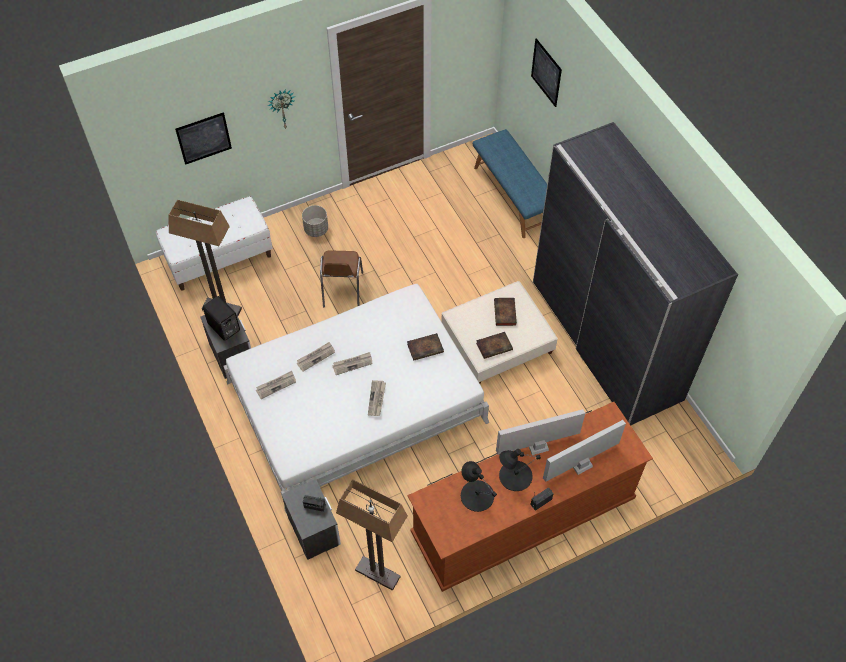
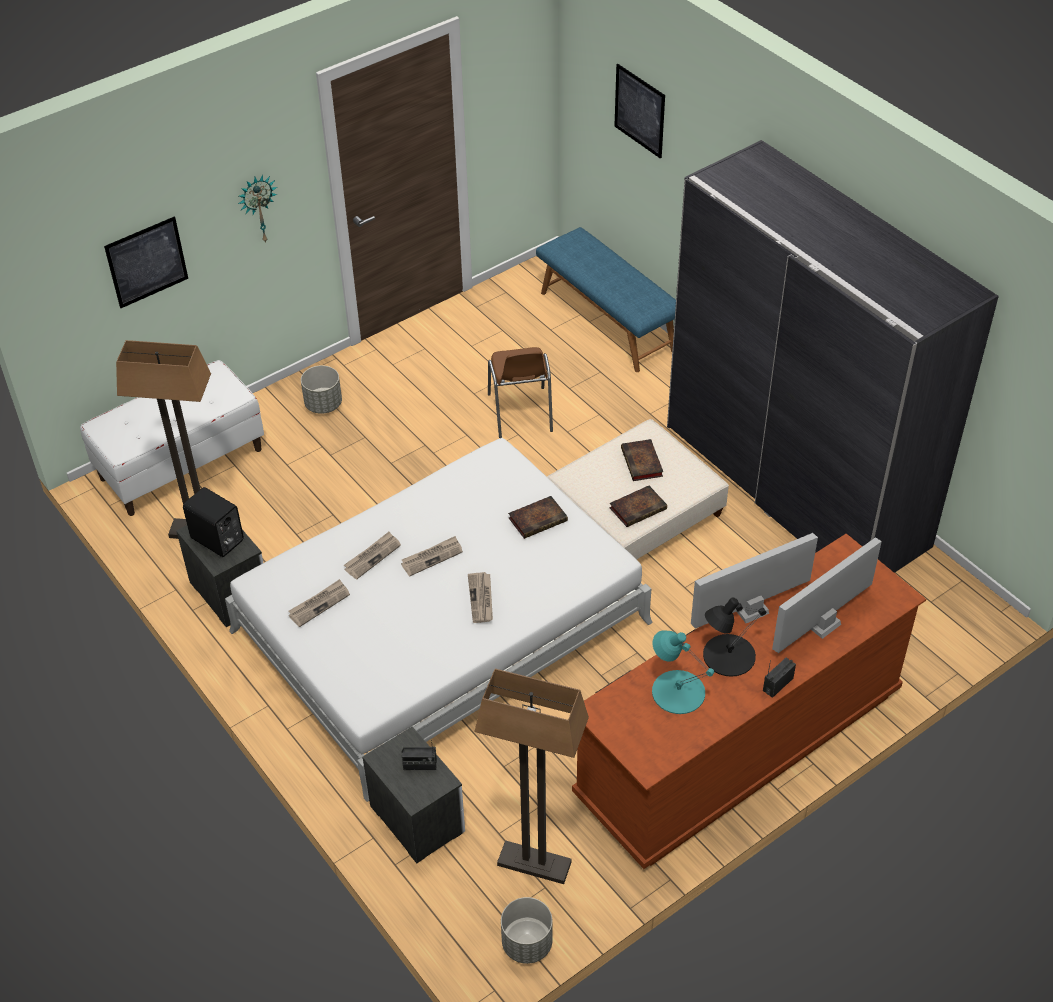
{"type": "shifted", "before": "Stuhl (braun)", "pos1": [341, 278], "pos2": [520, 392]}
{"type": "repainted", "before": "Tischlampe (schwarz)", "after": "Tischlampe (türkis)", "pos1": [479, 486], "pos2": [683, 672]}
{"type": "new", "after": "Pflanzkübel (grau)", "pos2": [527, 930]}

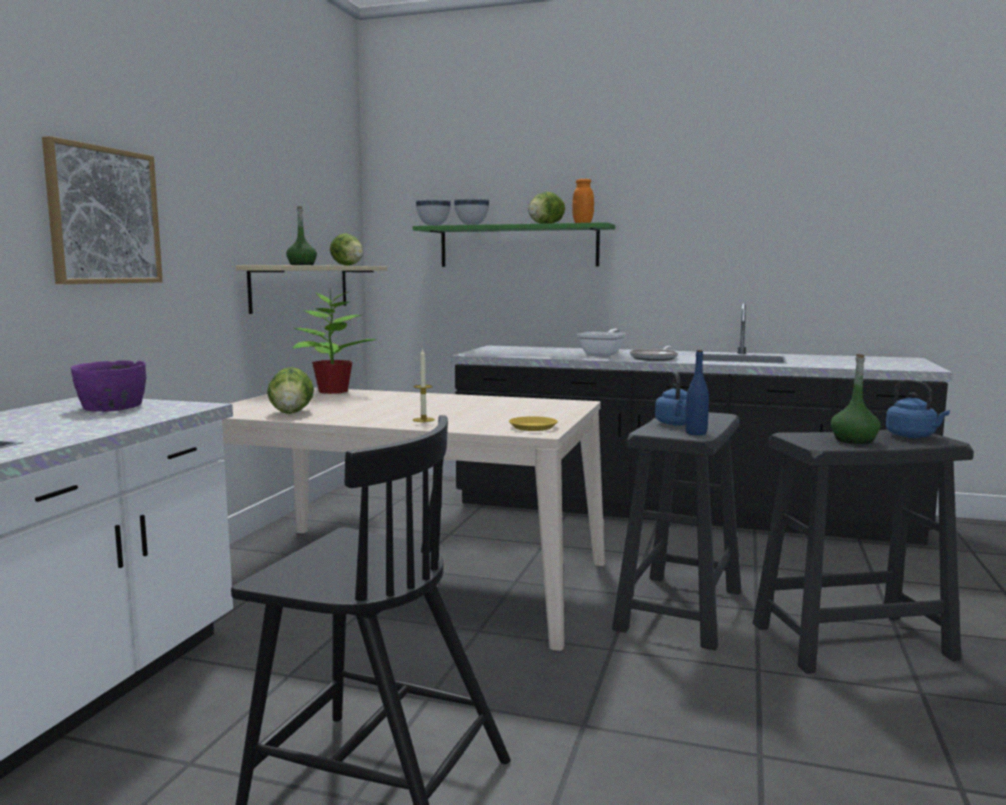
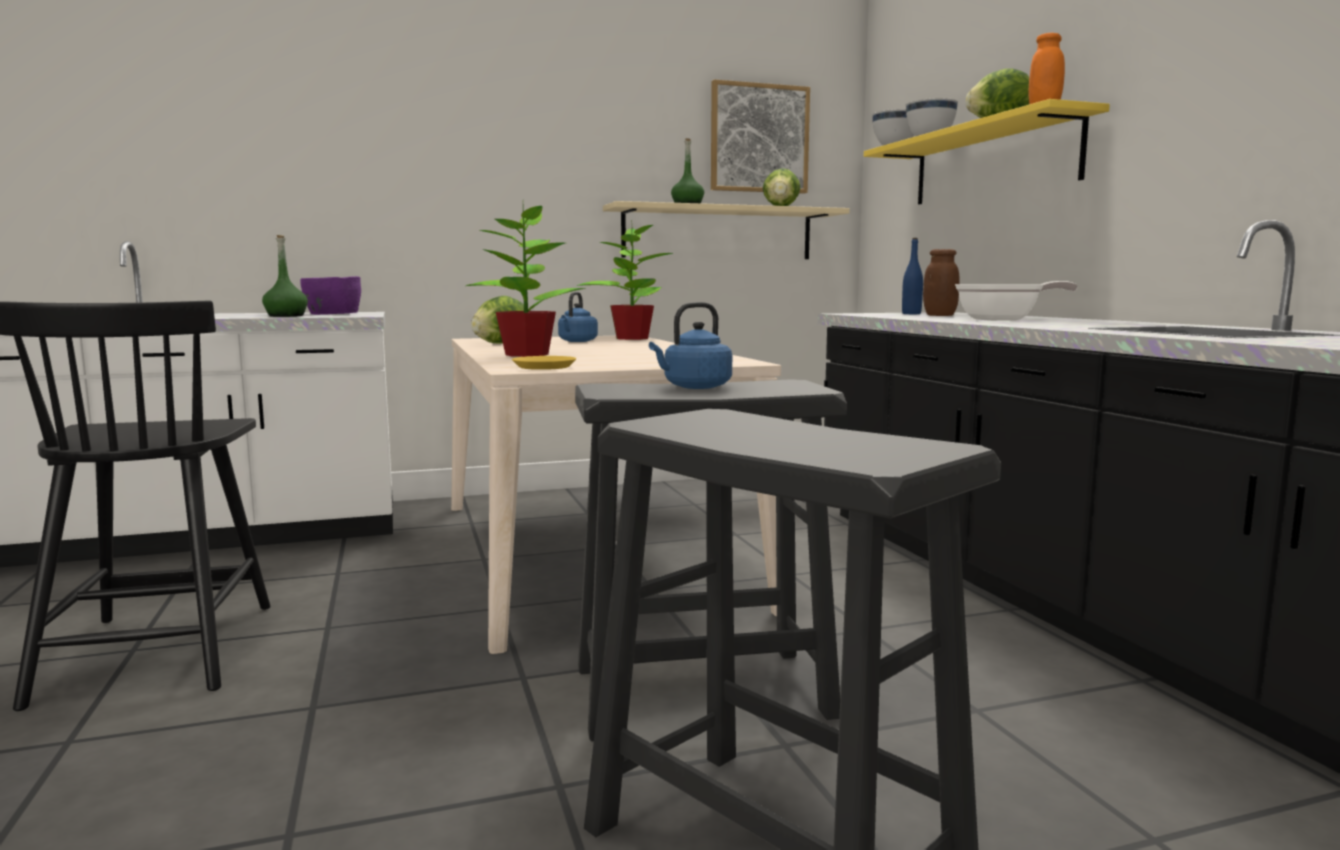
{"type": "shifted", "before": "Bild", "pos1": [102, 210], "pos2": [760, 136]}
{"type": "repainted", "before": "Wandregal (grün)", "after": "Wandregal (gelb)", "pos1": [514, 244], "pos2": [987, 151]}
{"type": "gone", "before": "Pfanne", "pos1": [654, 353]}
{"type": "swapped", "before": "Kerze", "after": "Topfpflanze", "pos1": [424, 385], "pos2": [525, 281]}
{"type": "shifted", "before": "Flasche (blau)", "pos1": [697, 392], "pos2": [912, 276]}
{"type": "shifted", "before": "Flasche (grün)", "pos1": [856, 399], "pos2": [285, 276]}
{"type": "shifted", "before": "Wasserkessel (blau)", "pos1": [918, 409], "pos2": [578, 317]}
{"type": "new", "after": "Vorratsglas (braun)", "pos2": [941, 282]}

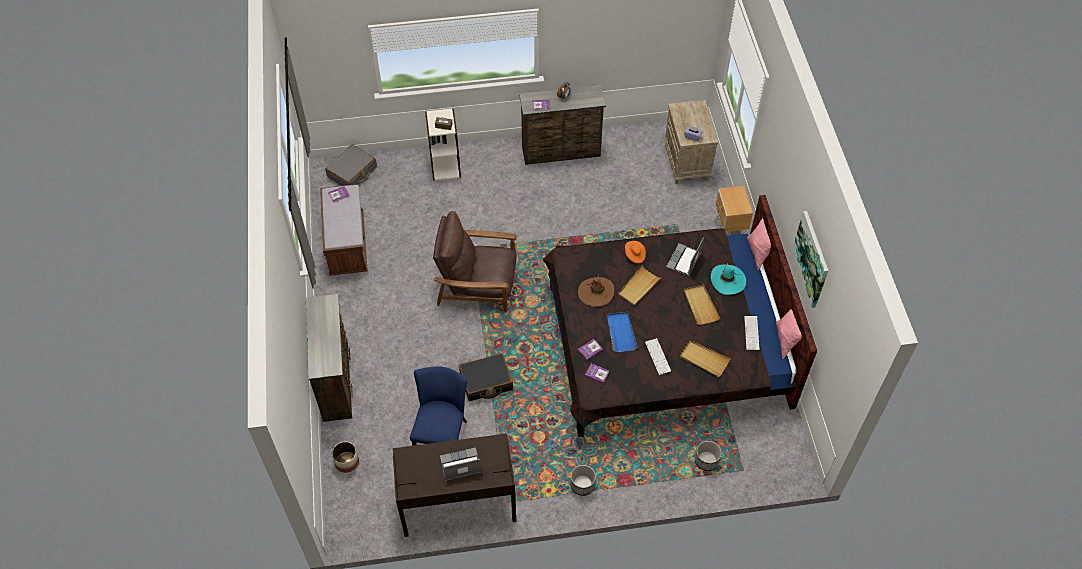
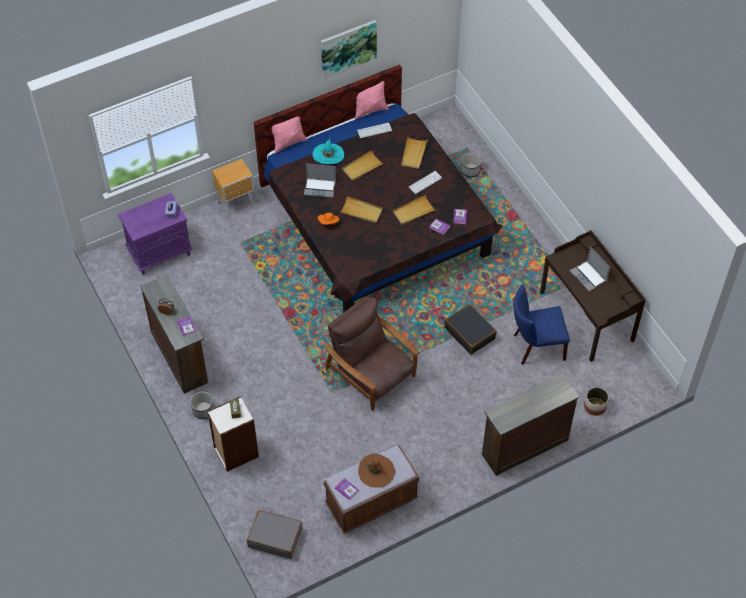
{"type": "repainted", "before": "Nachttisch (beige)", "after": "Nachttisch (lila)", "pos1": [690, 142], "pos2": [155, 234]}
{"type": "rotated", "before": "Sessel (braun)", "pos1": [475, 261], "pos2": [372, 354], "turn": 150}
{"type": "shifted", "before": "Hut (braun)", "pos1": [596, 291], "pos2": [376, 471]}
{"type": "repainted", "before": "Tablett (blau)", "after": "Tablett (beige)", "pos1": [622, 332], "pos2": [414, 210]}
{"type": "shifted", "before": "Pflanzkübel", "pos1": [583, 480], "pos2": [203, 405]}

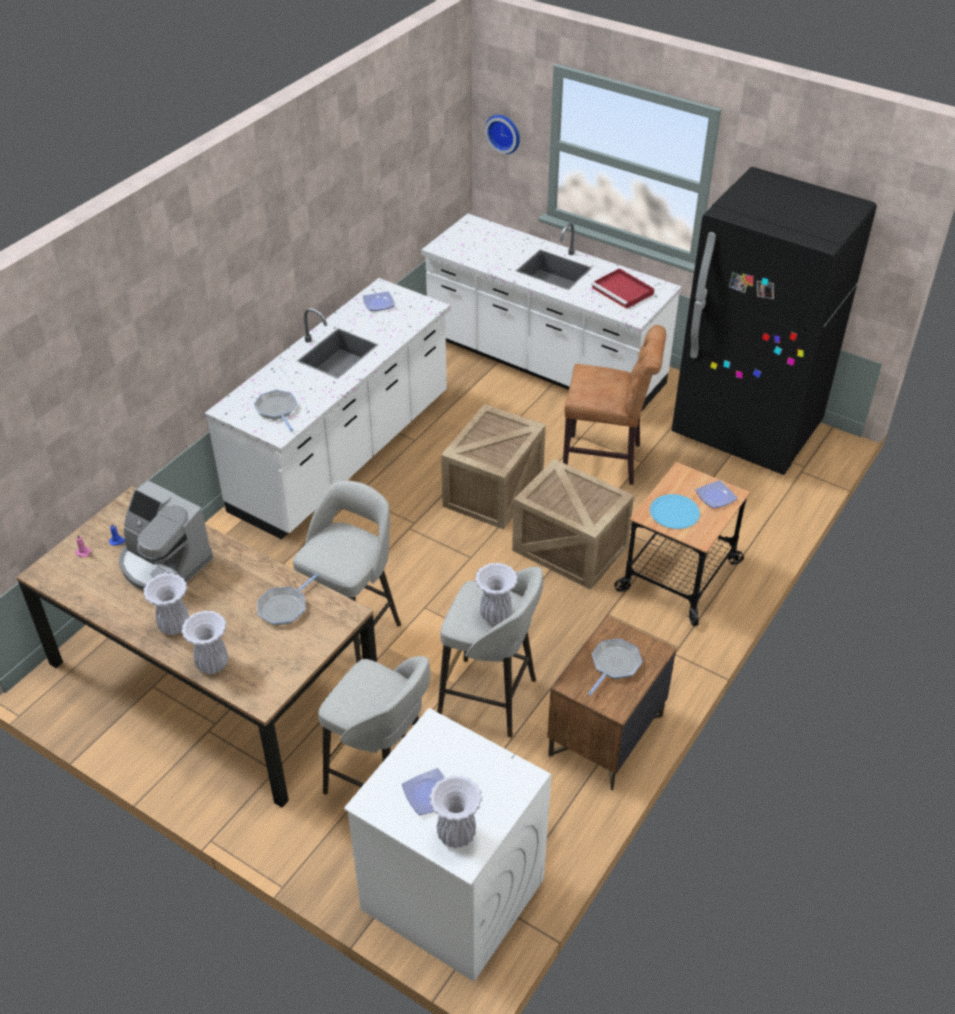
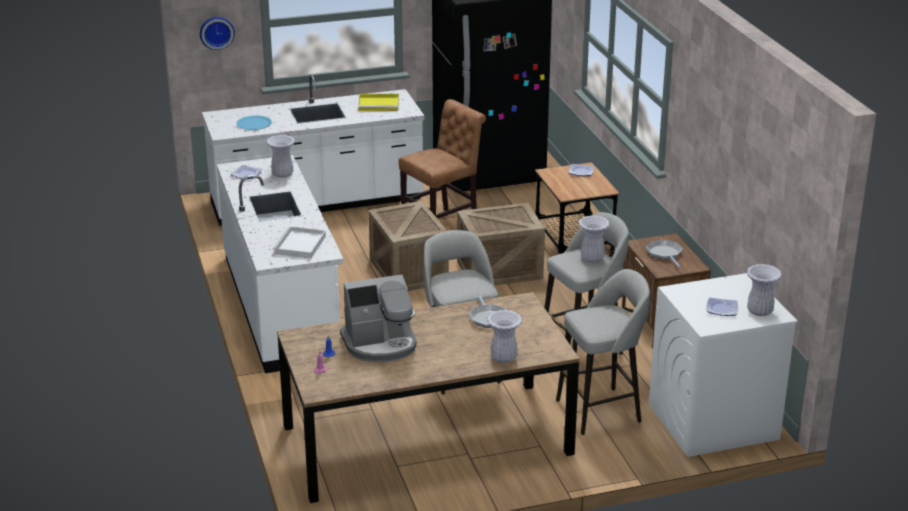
{"type": "repainted", "before": "Tablett (rot)", "after": "Tablett (gelb)", "pos1": [622, 288], "pos2": [378, 102]}
{"type": "swapped", "before": "Pfanne", "after": "Tablett (weiß)", "pos1": [275, 411], "pos2": [299, 243]}
{"type": "shifted", "before": "Teller (blau)", "pos1": [675, 511], "pos2": [254, 122]}
{"type": "shifted", "before": "Vase (weiß)", "pos1": [166, 604], "pos2": [280, 156]}

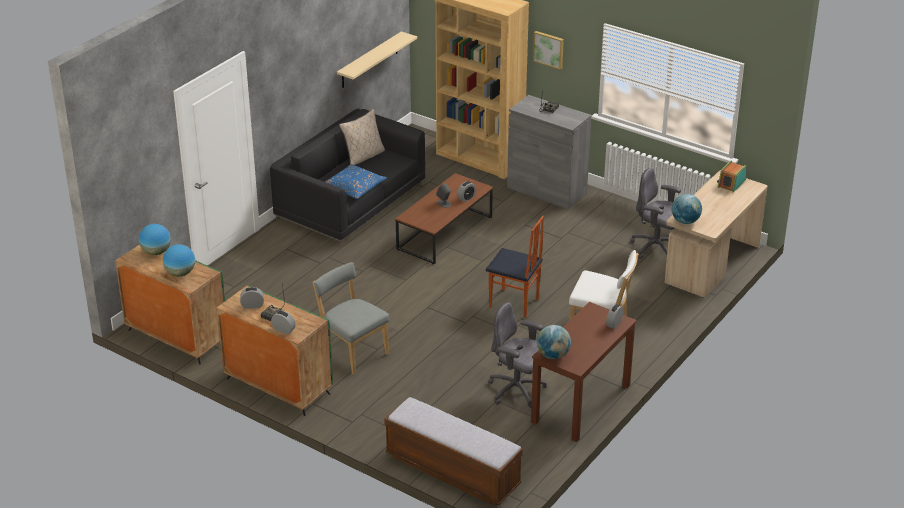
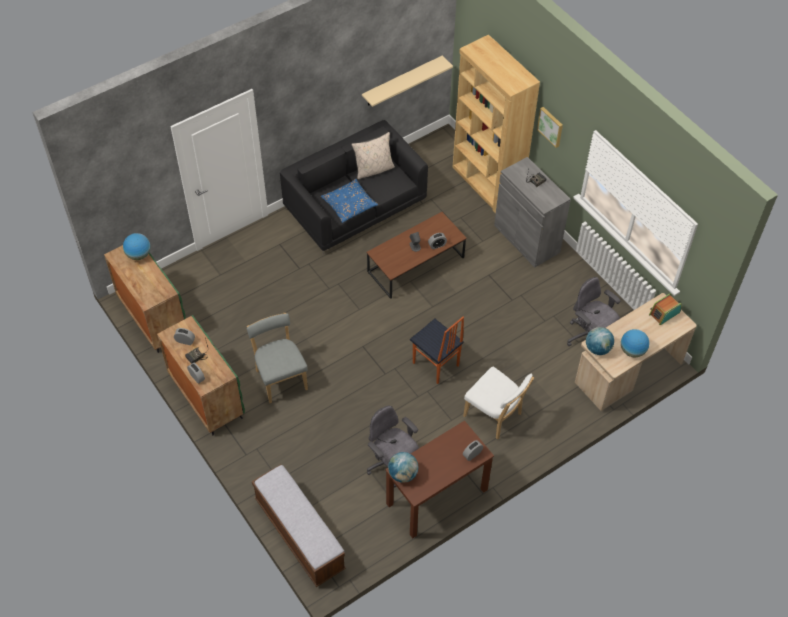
{"type": "shifted", "before": "Globus", "pos1": [179, 260], "pos2": [635, 343]}

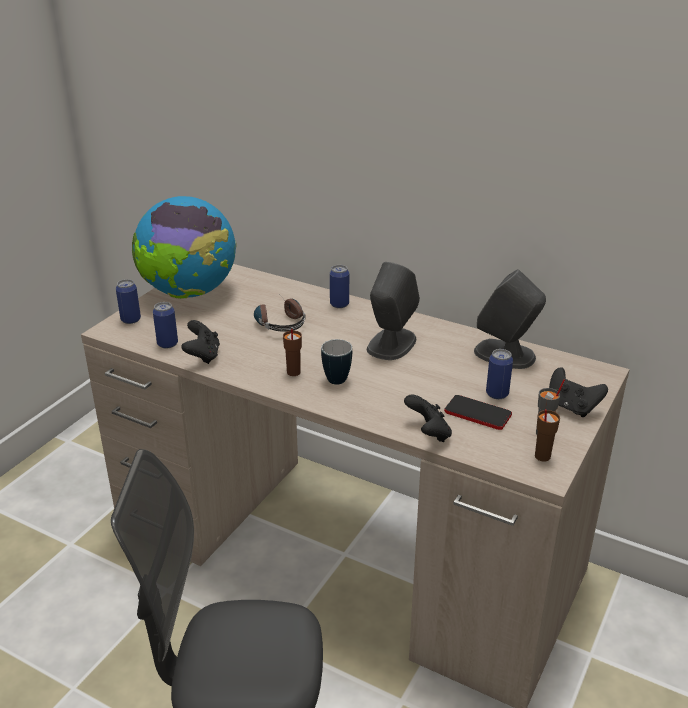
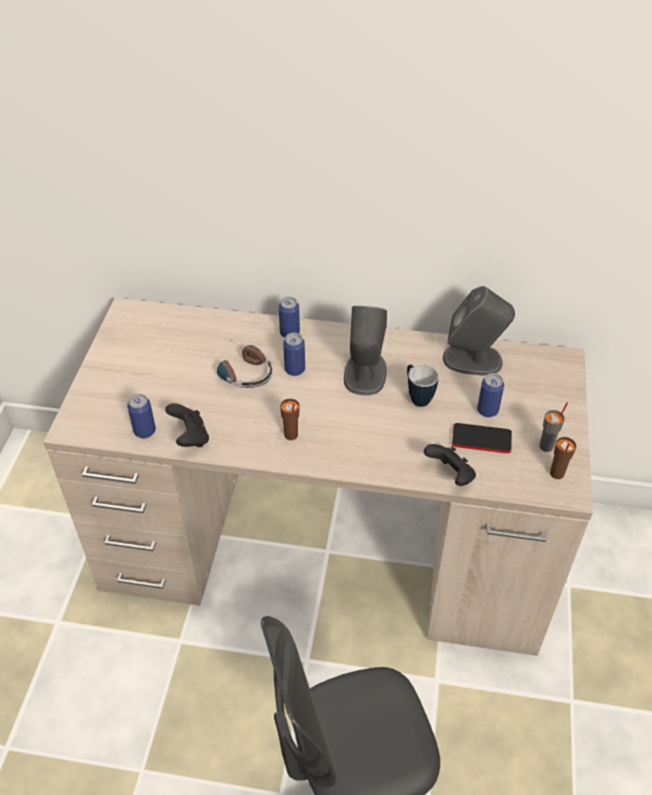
{"type": "gone", "before": "Globus", "pos1": [184, 247]}
{"type": "shifted", "before": "Dose", "pos1": [128, 301], "pos2": [294, 354]}
{"type": "shifted", "before": "Henkelbecher", "pos1": [336, 362], "pos2": [423, 385]}
{"type": "gone", "before": "Gamepad (schwarz)", "pos1": [578, 392]}

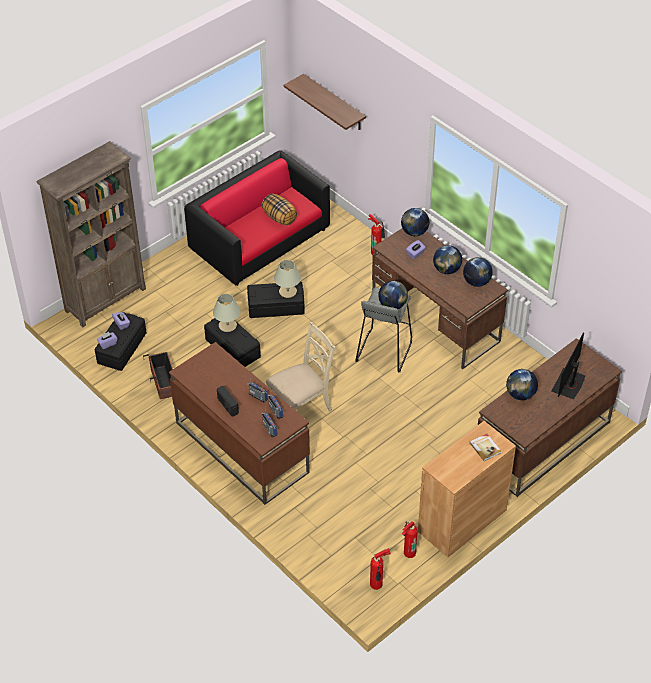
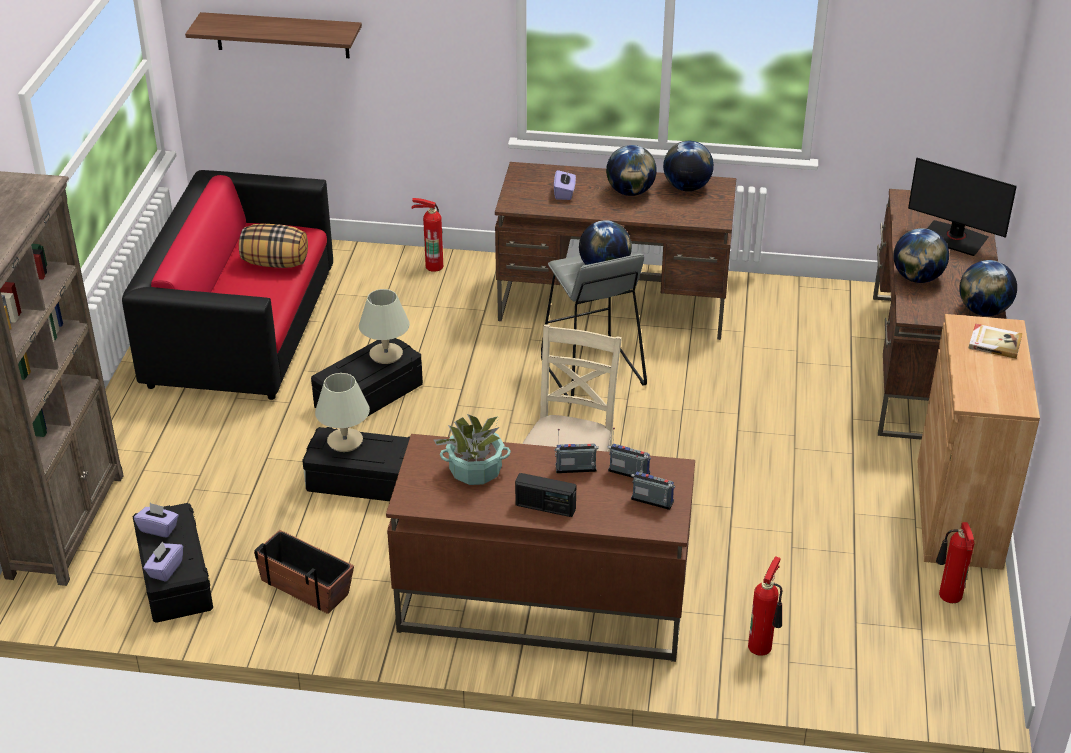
{"type": "shifted", "before": "Globus", "pos1": [415, 222], "pos2": [988, 288]}
{"type": "rotated", "before": "Monitor", "pos1": [568, 365], "pos2": [962, 207], "turn": -45}
{"type": "shifted", "before": "Feuerlöscher", "pos1": [380, 569], "pos2": [765, 606]}
{"type": "new", "after": "Topfpflanze", "pos2": [472, 449]}

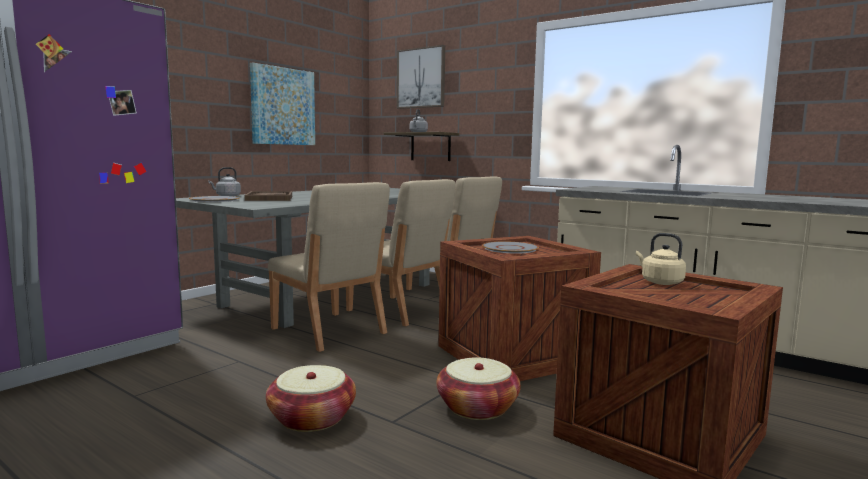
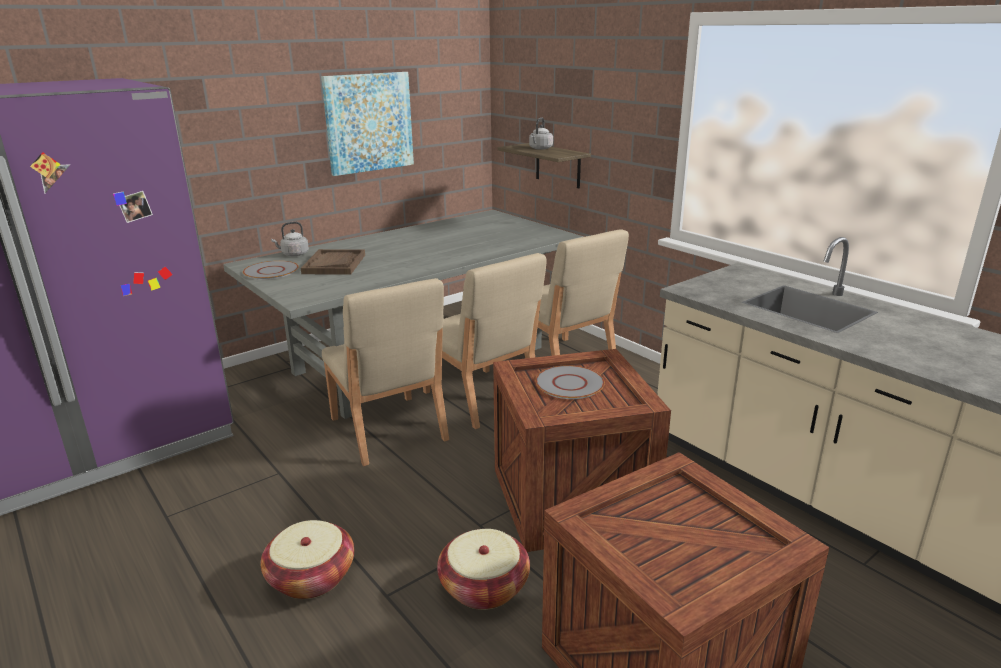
{"type": "gone", "before": "Bild", "pos1": [421, 77]}
{"type": "gone", "before": "Wasserkessel (beige)", "pos1": [661, 259]}

